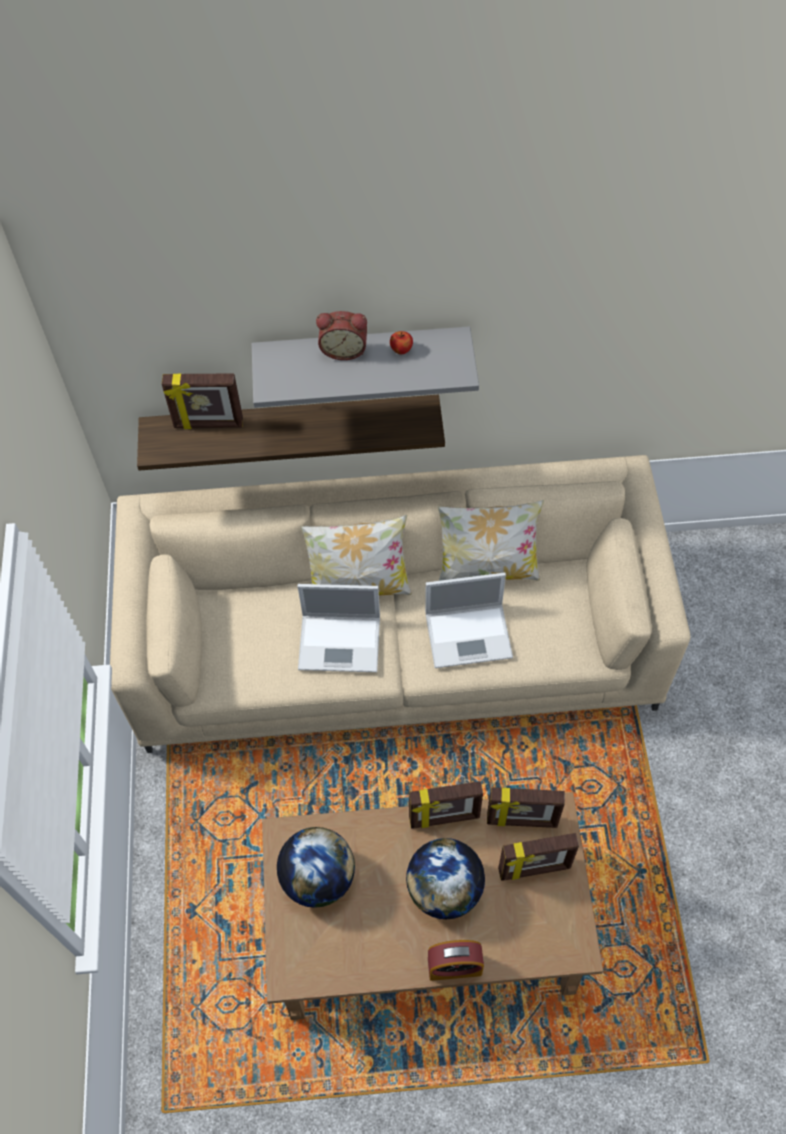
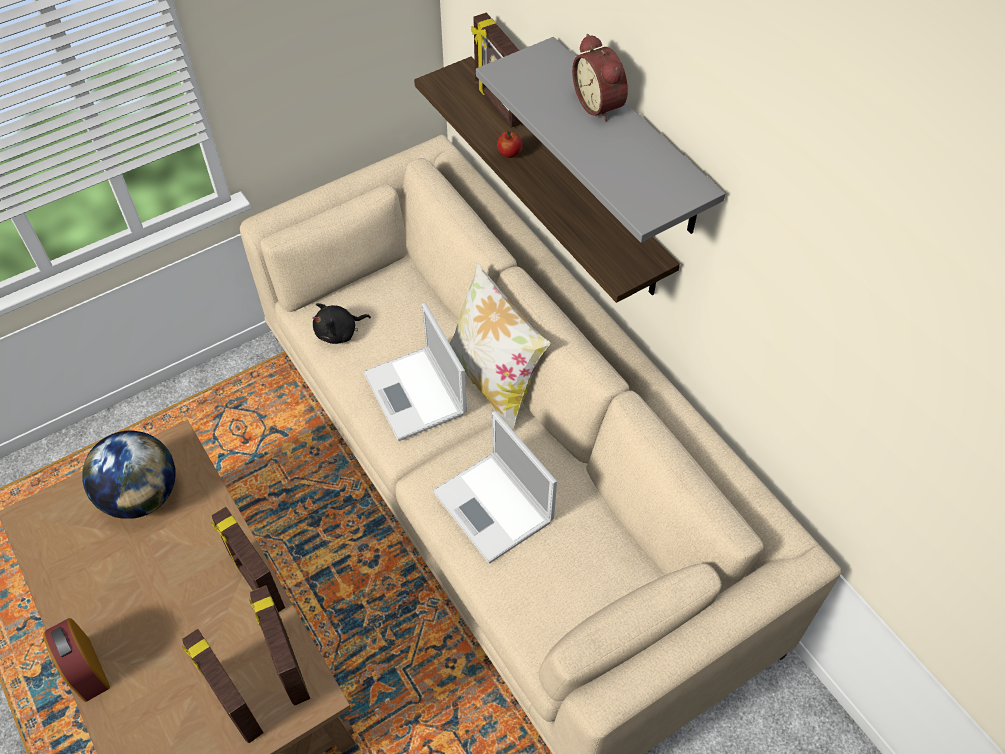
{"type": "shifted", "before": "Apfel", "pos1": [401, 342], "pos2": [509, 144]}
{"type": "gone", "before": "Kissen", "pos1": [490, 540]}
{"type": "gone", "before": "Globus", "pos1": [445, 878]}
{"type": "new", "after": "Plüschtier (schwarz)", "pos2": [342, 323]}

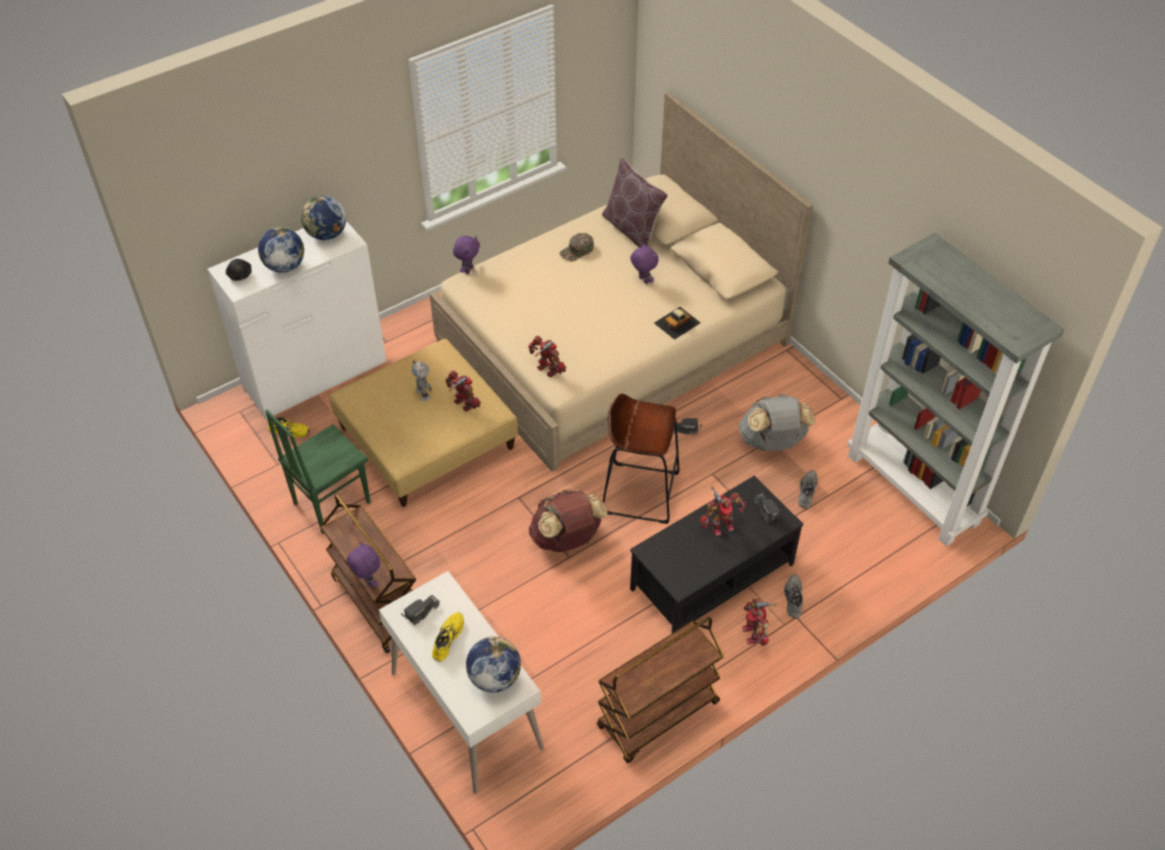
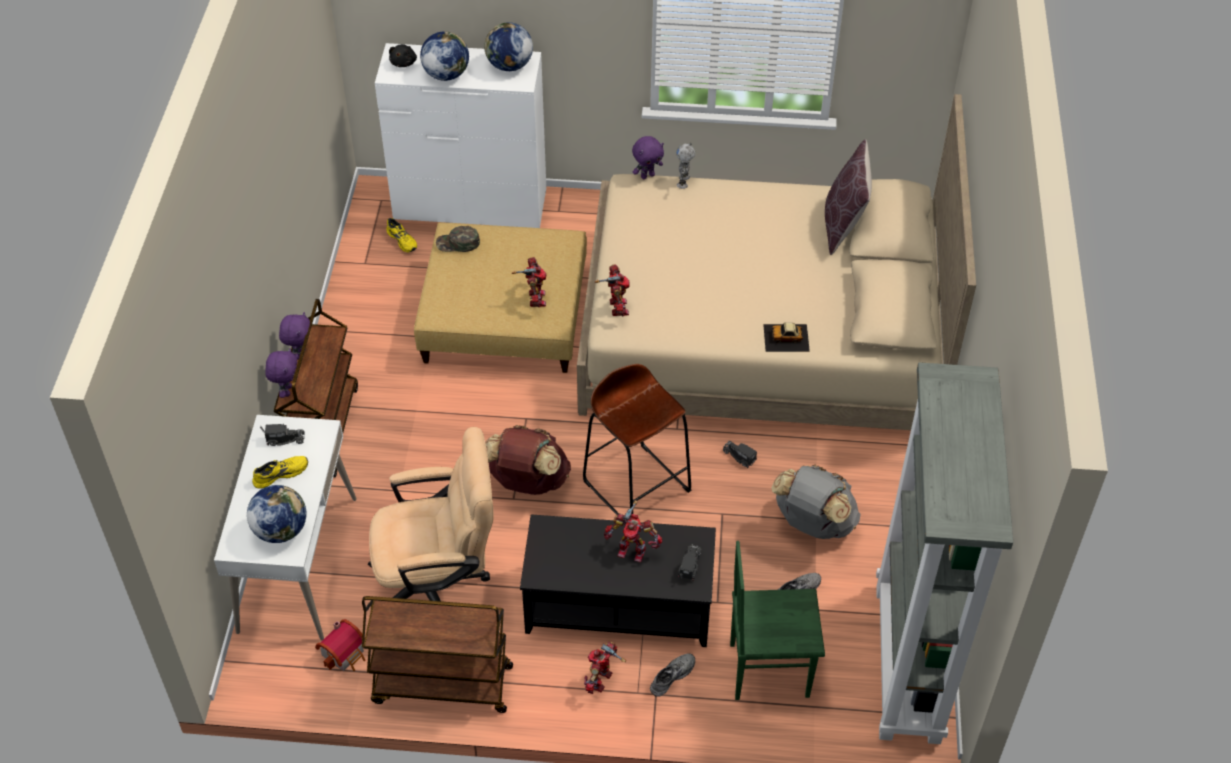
{"type": "shifted", "before": "Kappe (grün)", "pos1": [577, 247], "pos2": [458, 239]}
{"type": "shifted", "before": "Plüschtier (lila)", "pos1": [644, 263], "pos2": [294, 336]}
{"type": "shifted", "before": "Spielzeugroboter", "pos1": [422, 380], "pos2": [685, 166]}
{"type": "shifted", "before": "Stuhl (grün)", "pos1": [318, 472], "pos2": [777, 620]}
{"type": "new", "after": "Bürostuhl (beige)", "pos2": [430, 514]}
{"type": "new", "after": "Spielzeughaus", "pos2": [340, 645]}

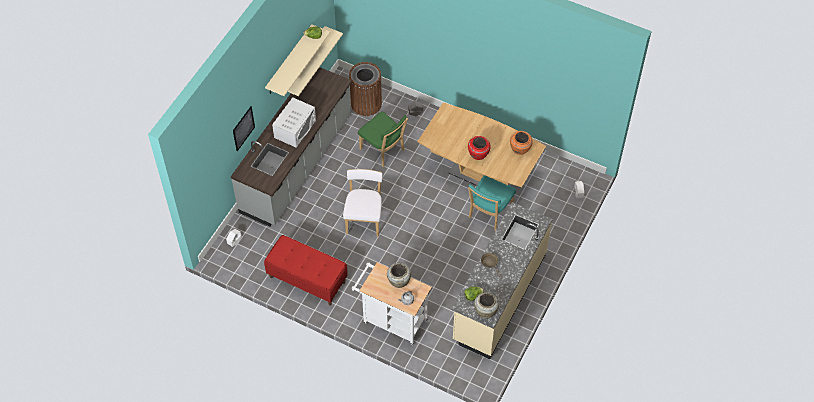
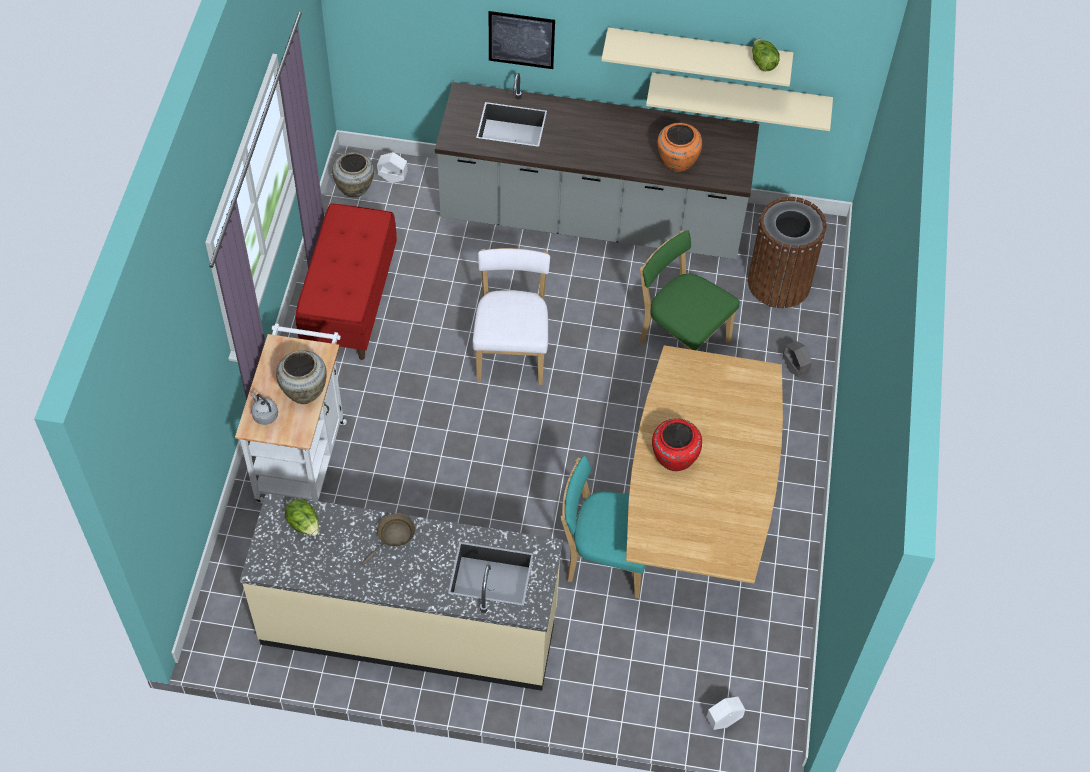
{"type": "gone", "before": "Mikrowelle (weiß)", "pos1": [294, 122]}
{"type": "rotated", "before": "Stuhl (grün)", "pos1": [383, 139], "pos2": [689, 290], "turn": 105}
{"type": "shifted", "before": "Vase (orange)", "pos1": [521, 143], "pos2": [679, 147]}
{"type": "rotated", "before": "Stuhl (weiß)", "pos1": [362, 203], "pos2": [511, 316], "turn": -75}
{"type": "shifted", "before": "Vase (beige)", "pos1": [486, 305], "pos2": [353, 174]}

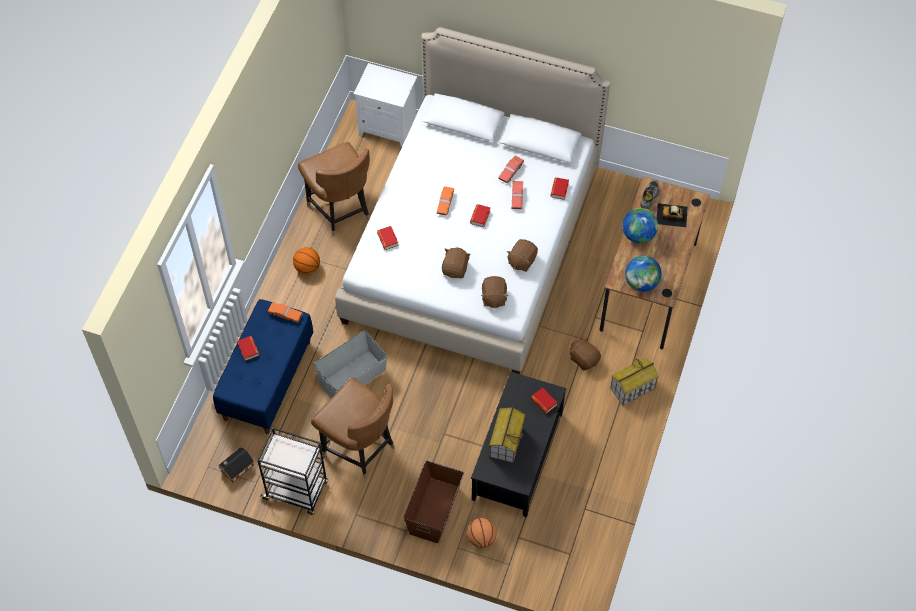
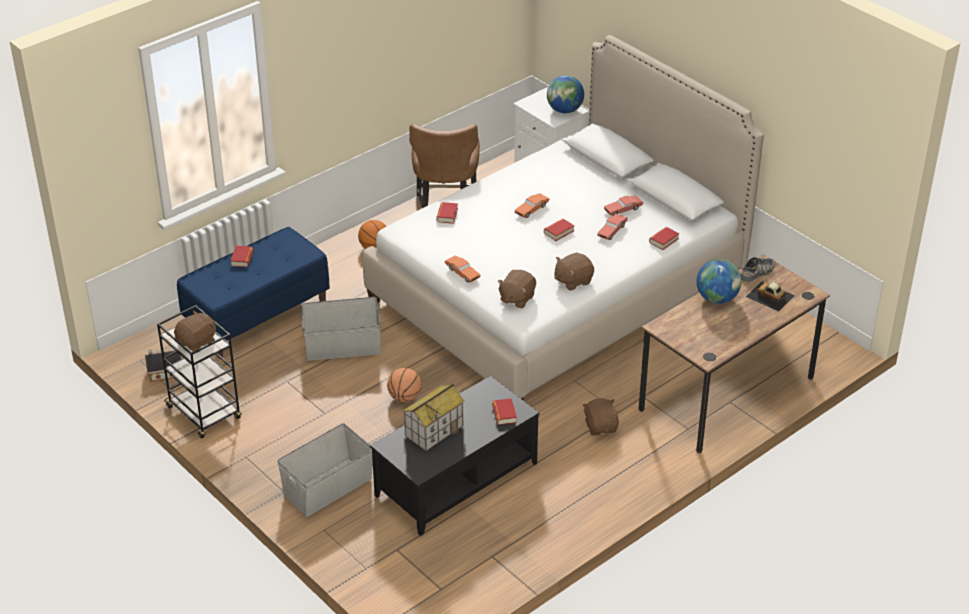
{"type": "shifted", "before": "Plüschtier (braun)", "pos1": [456, 262], "pos2": [195, 331]}
{"type": "shifted", "before": "Globus", "pos1": [643, 274], "pos2": [565, 94]}
{"type": "shifted", "before": "Spielzeugauto (orange)", "pos1": [284, 313], "pos2": [462, 269]}
{"type": "gone", "before": "Spielzeughaus", "pos1": [634, 382]}
{"type": "gone", "before": "Stuhl (braun)", "pos1": [353, 428]}
{"type": "repainted", "before": "Aufbewahrungsbox (braun)", "after": "Aufbewahrungsbox (grau)", "pos1": [434, 502], "pos2": [325, 470]}
{"type": "shifted", "before": "Basketball", "pos1": [482, 533], "pos2": [404, 385]}

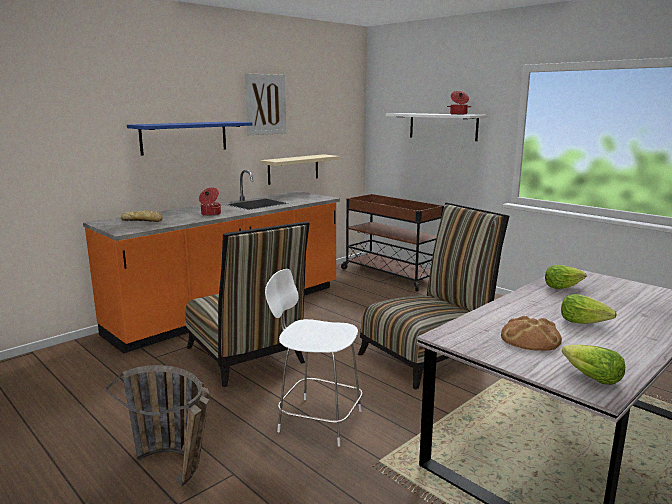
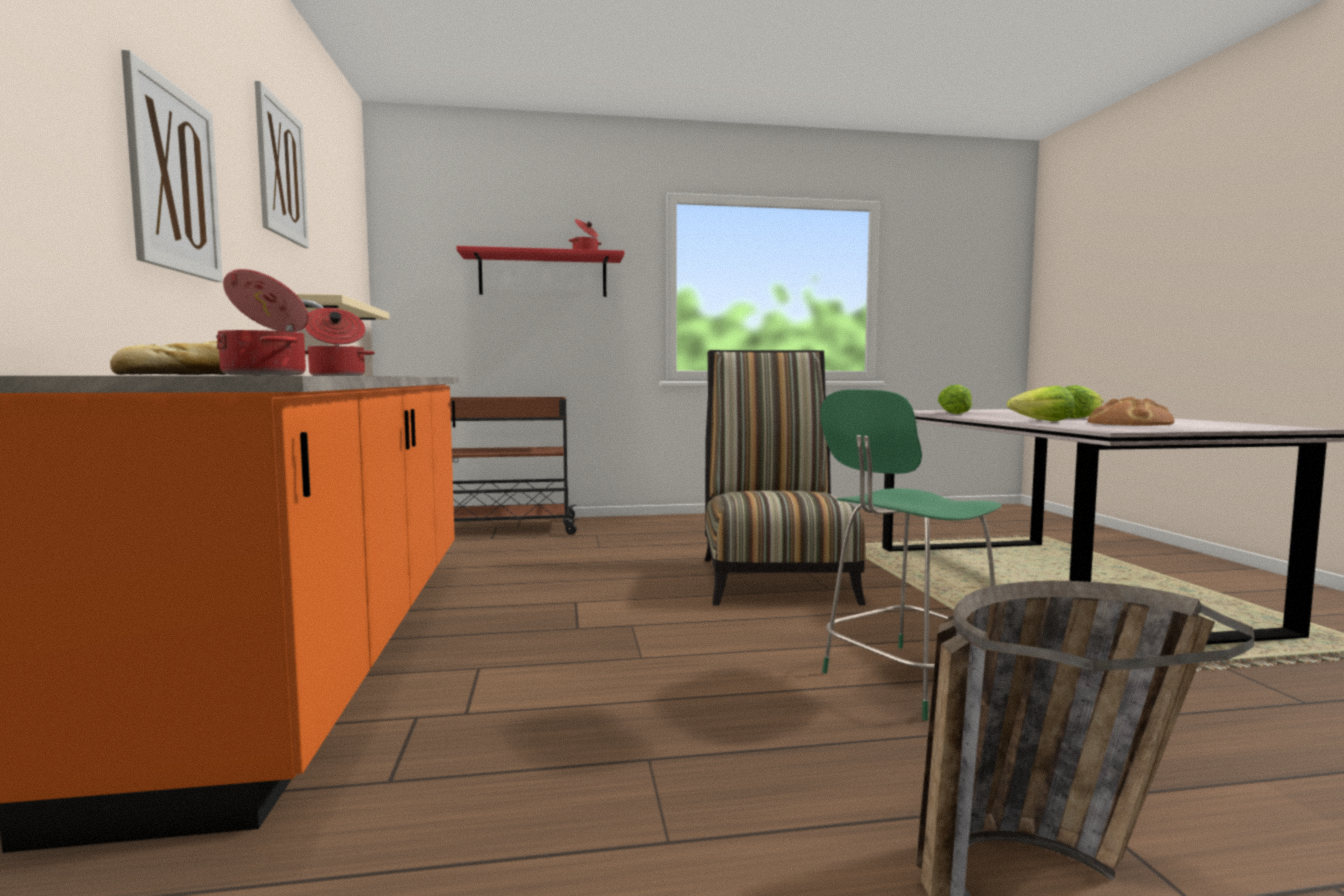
{"type": "repainted", "before": "Wandregal (weiß)", "after": "Wandregal (rot)", "pos1": [437, 127], "pos2": [540, 271]}
{"type": "swapped", "before": "Wandregal (blau)", "after": "Bild", "pos1": [190, 138], "pos2": [172, 166]}
{"type": "gone", "before": "Stuhl", "pos1": [247, 304]}
{"type": "repainted", "before": "Hocker (weiß)", "after": "Hocker (grün)", "pos1": [314, 358], "pos2": [911, 555]}
{"type": "shifted", "before": "Salatkopf", "pos1": [593, 365], "pos2": [1041, 403]}
{"type": "new", "after": "Kochtopf", "pos2": [262, 322]}

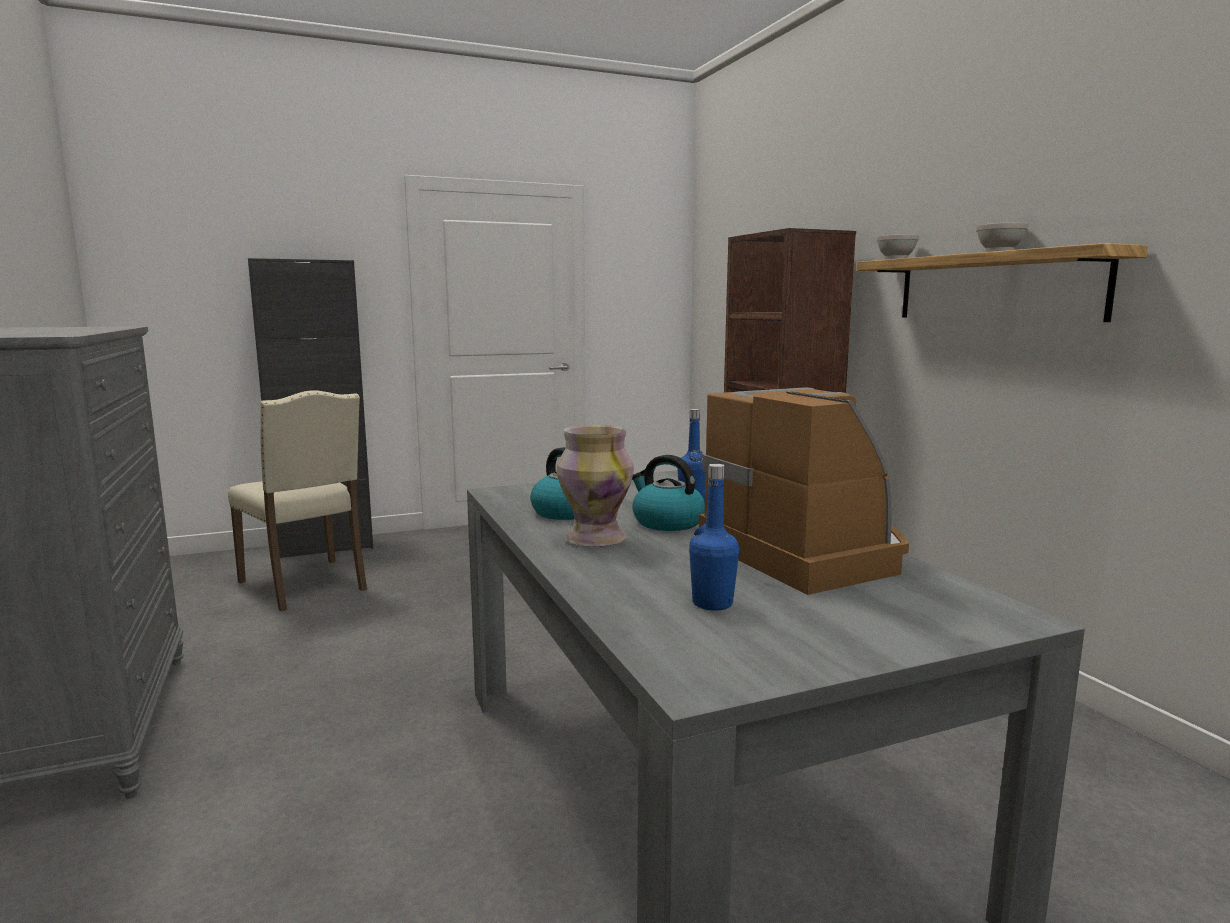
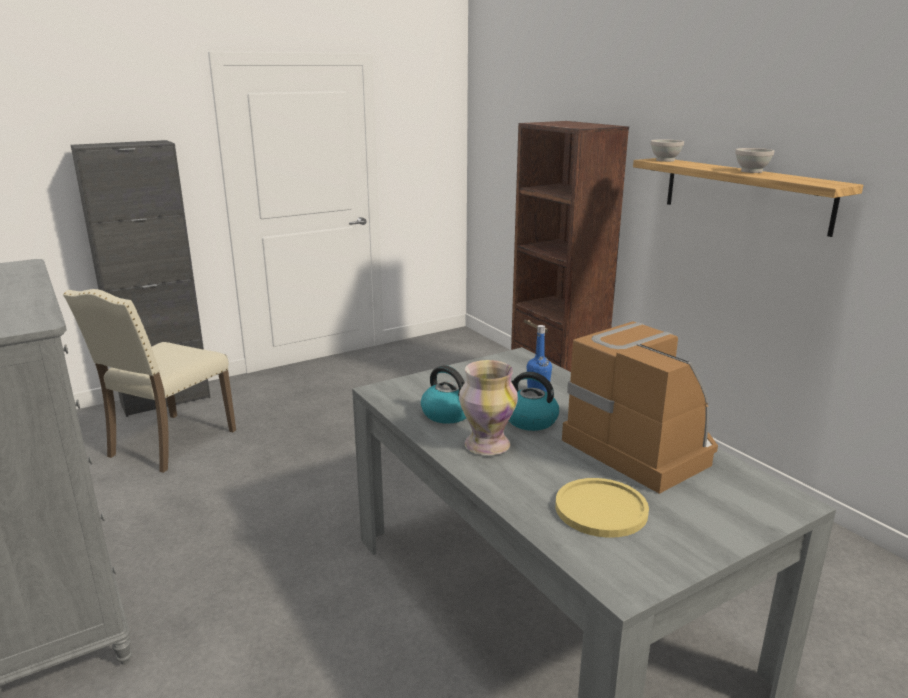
{"type": "rotated", "before": "Stuhl (beige)", "pos1": [297, 500], "pos2": [149, 381], "turn": 75}
{"type": "swapped", "before": "Flasche (blau)", "after": "Teller (gelb)", "pos1": [714, 537], "pos2": [602, 508]}

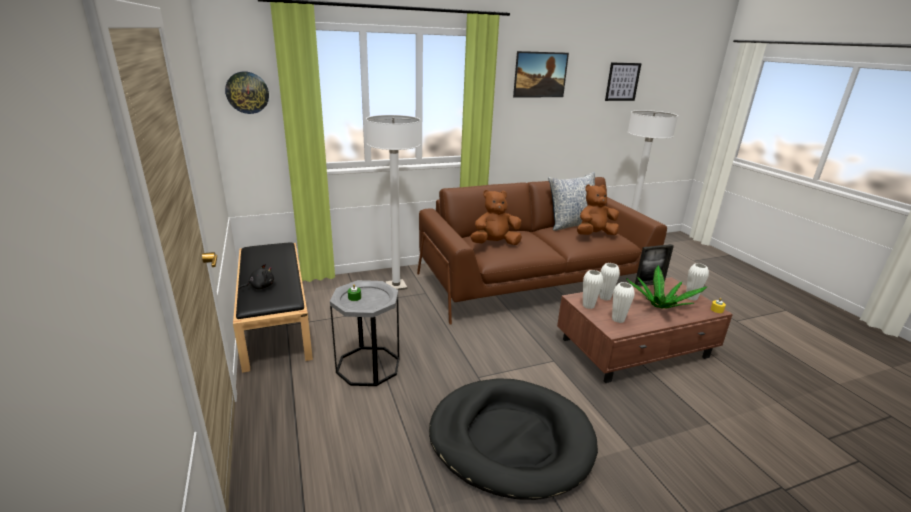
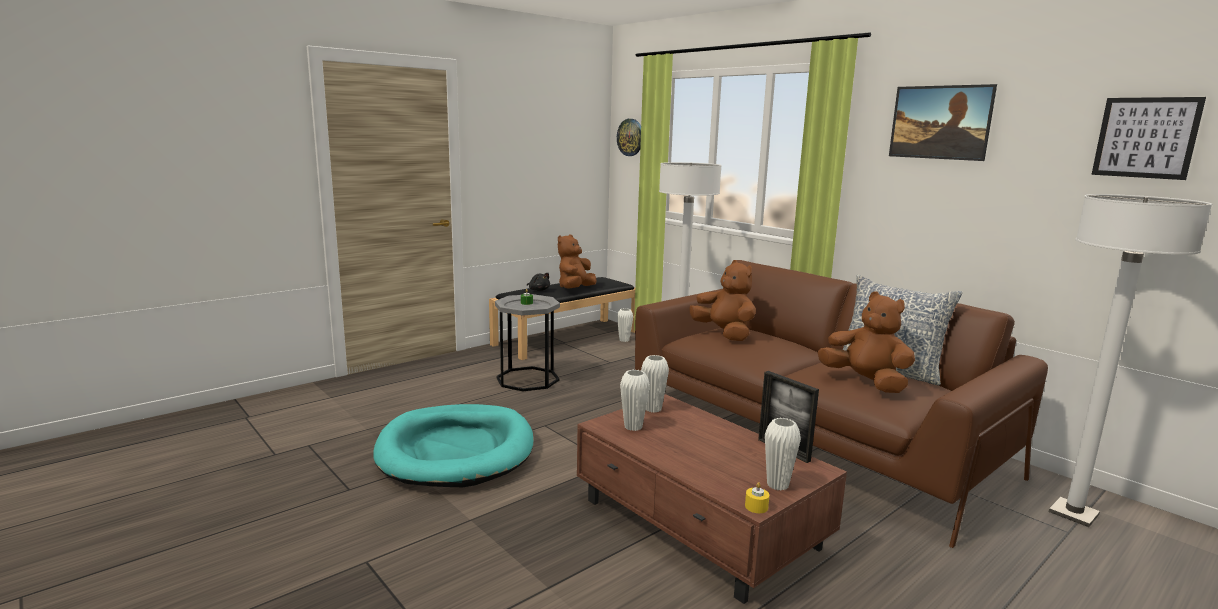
{"type": "shifted", "before": "Vase (weiß)", "pos1": [609, 282], "pos2": [625, 325]}
{"type": "gone", "before": "Topfpflanze", "pos1": [666, 286]}
{"type": "repainted", "before": "Hundebett (schwarz)", "after": "Hundebett (türkis)", "pos1": [513, 439], "pos2": [453, 445]}
{"type": "new", "after": "Plüschtier (braun)", "pos2": [577, 261]}

